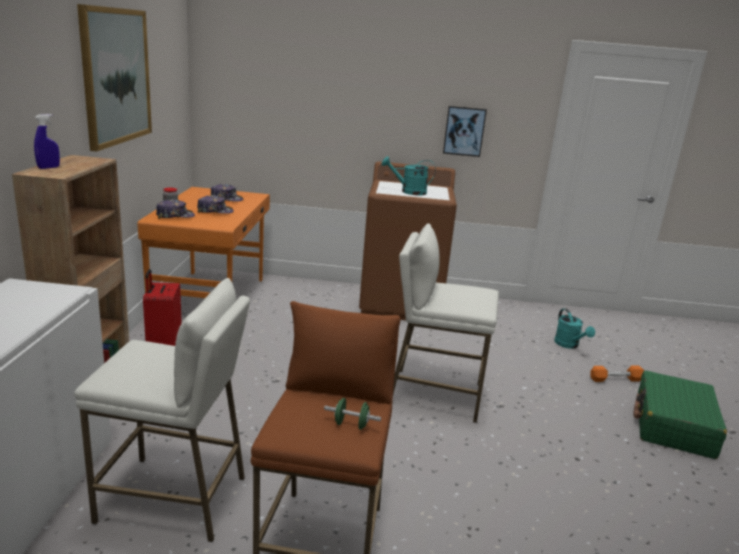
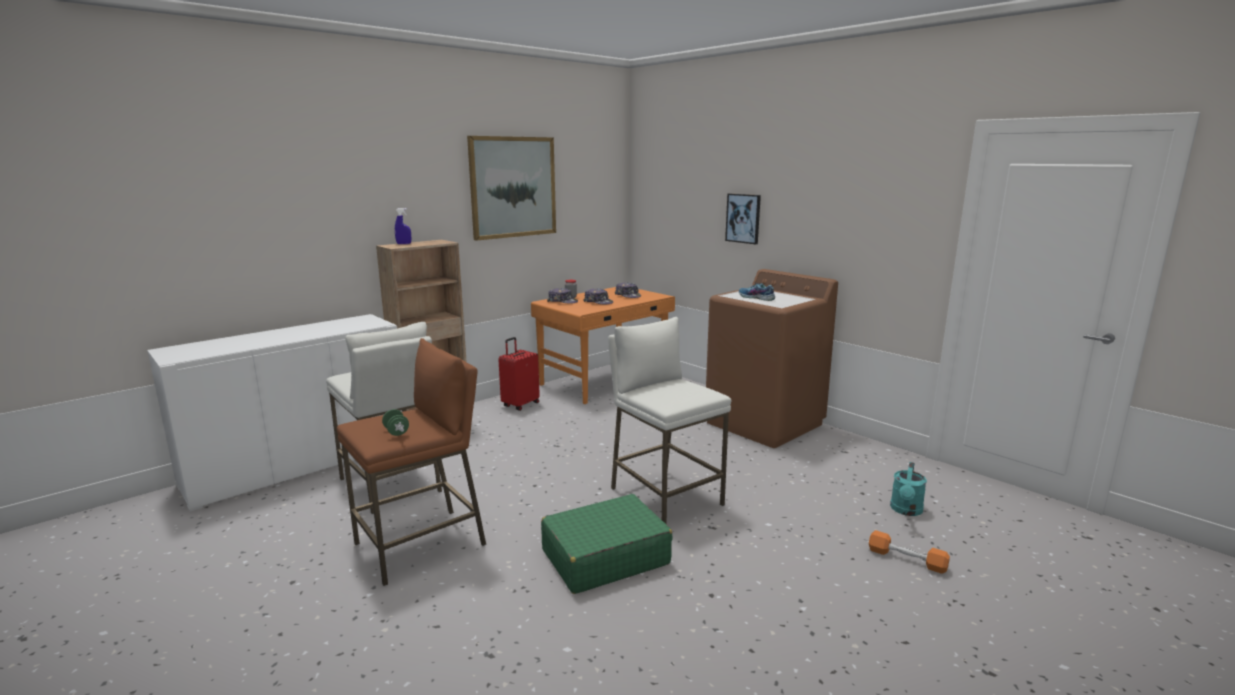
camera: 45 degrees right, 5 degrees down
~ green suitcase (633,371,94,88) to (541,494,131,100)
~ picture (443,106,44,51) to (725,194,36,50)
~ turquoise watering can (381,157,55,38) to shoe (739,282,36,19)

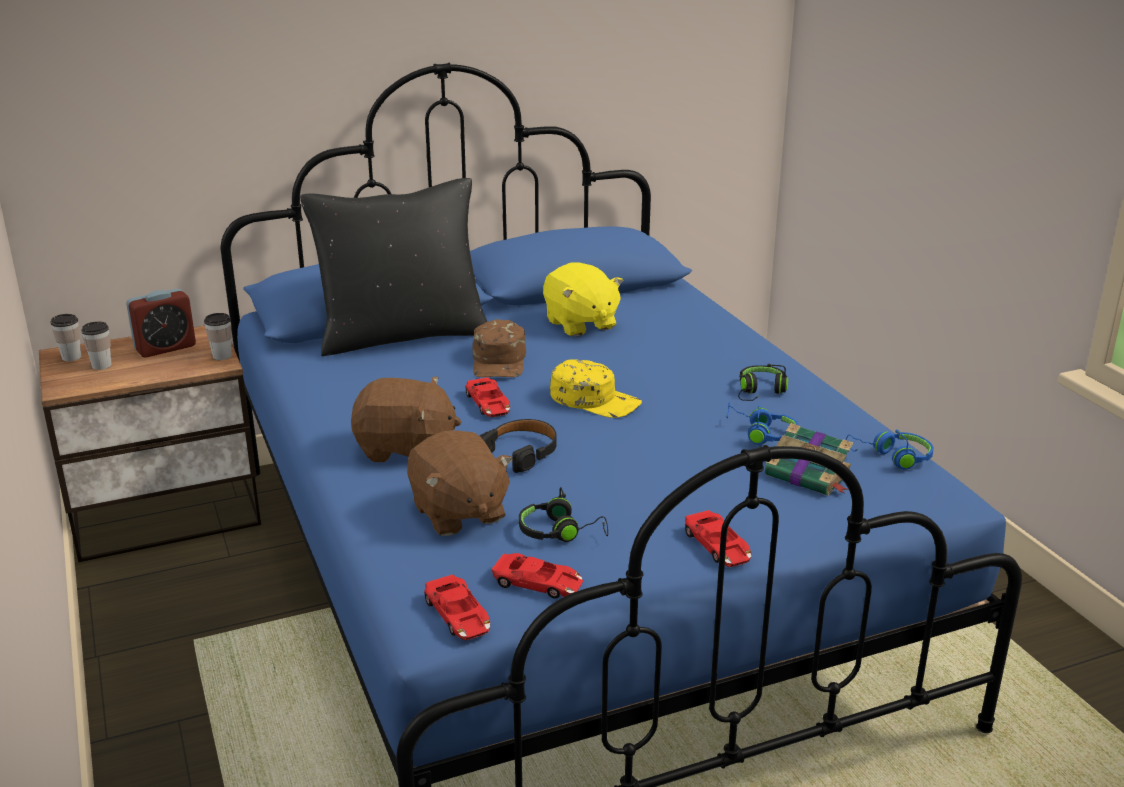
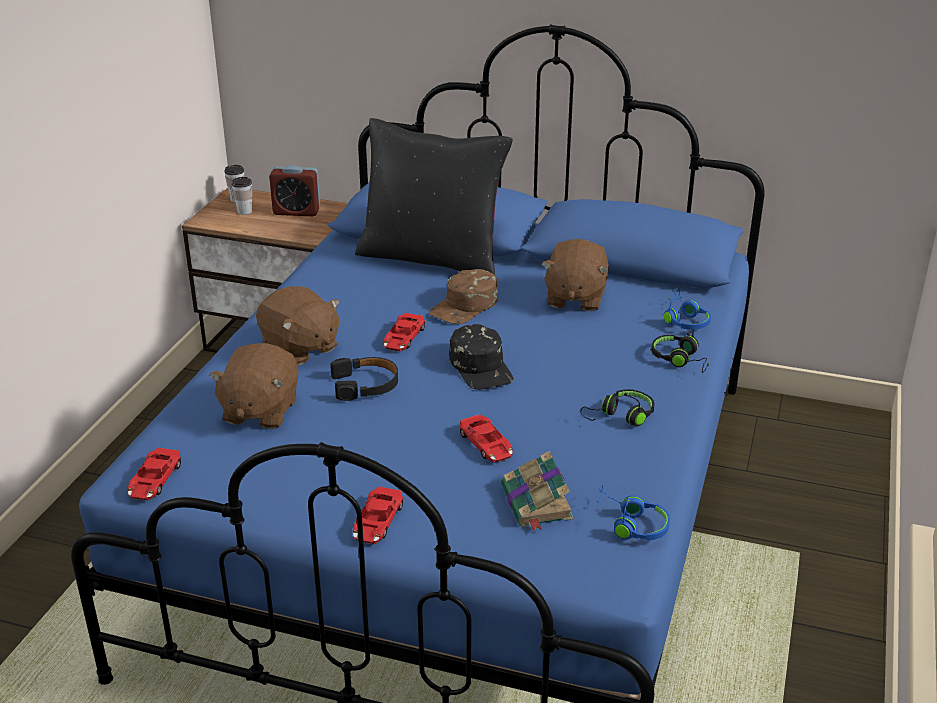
camera: 40 degrees right, 5 degrees up
~ yellow cap (550,359,92,59) to black cap (449,324,64,66)
~ red toy car (492,553,91,46) to (460,414,53,48)
~ yellow plush toy (543,262,80,75) to brown plush toy (542,239,67,72)
~ black headphones (519,487,89,55) to (651,329,58,44)
~ blue headphones (726,402,73,43) to (664,288,47,42)
- cup (204,313,28,47)

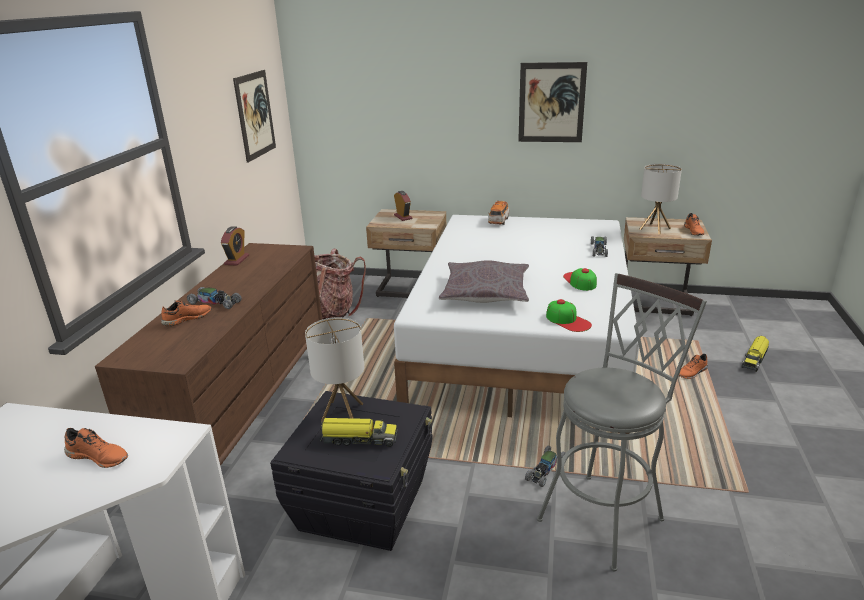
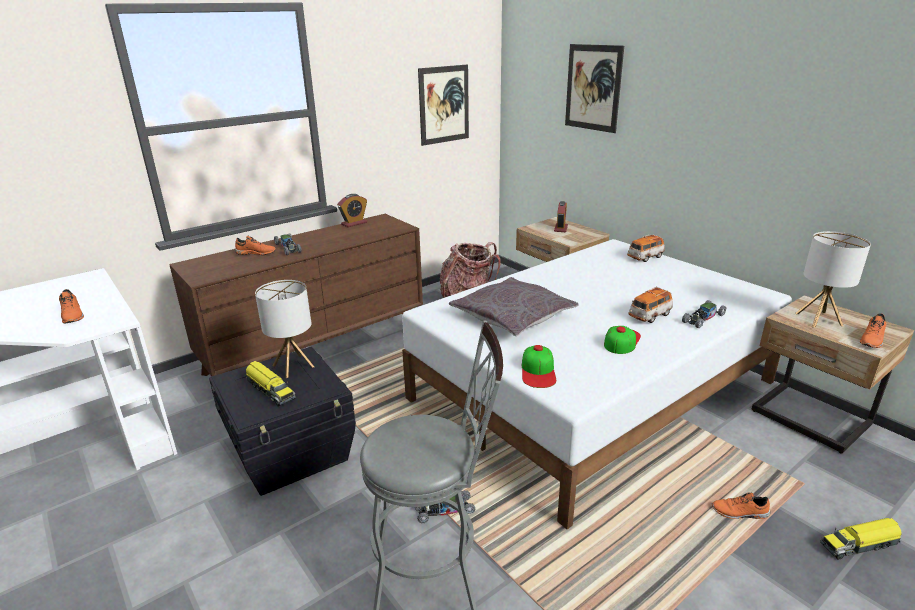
camera: 40 degrees right, 0 degrees up
~ picture (518,62,69,80) to (565,44,59,89)
+ toy car (628,286,45,37)

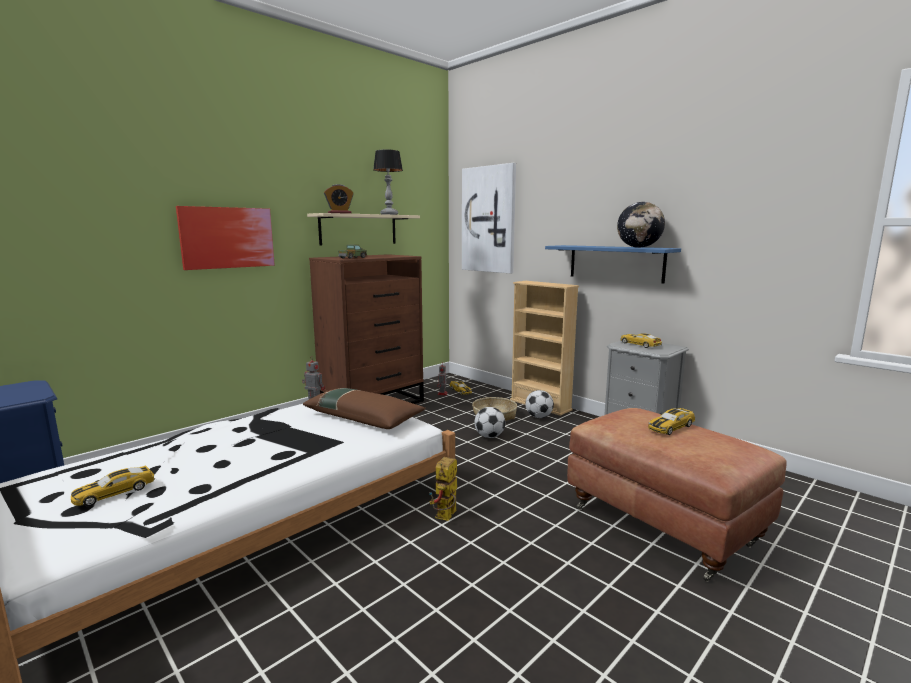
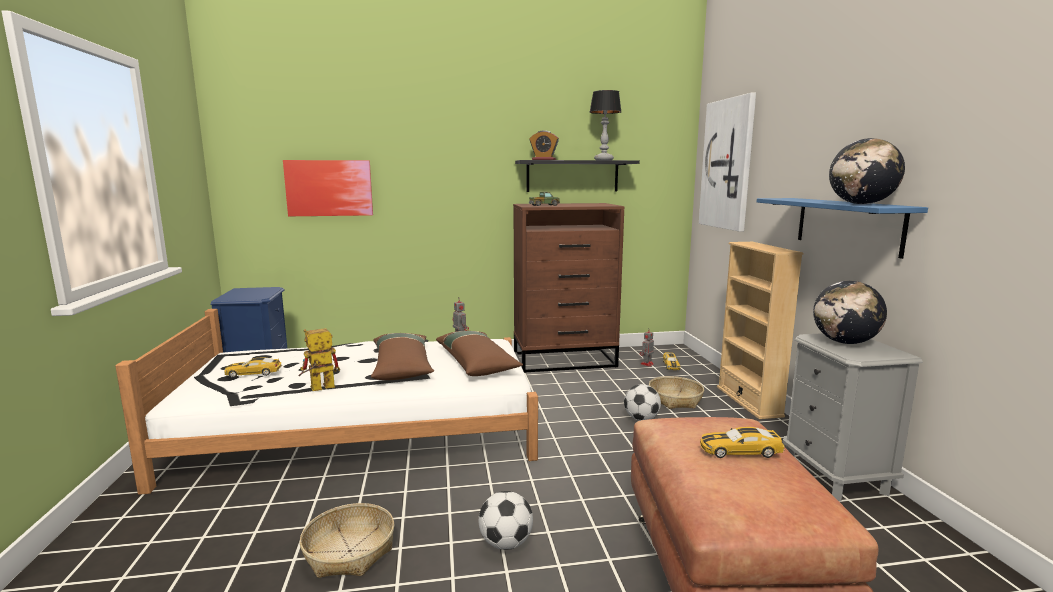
camera: 35 degrees right, 0 degrees up
~ picture (176,206,99,64) to (283,160,90,56)
~ toy robot (429,457,28,64) to (299,328,41,63)
+ basket (300,503,94,75)
+ brown pillow (371,333,63,47)
~ football (525,390,29,28) to (479,491,54,59)
~ beige shelf (307,213,113,32) to black shelf (515,160,125,32)
~ toy car (621,333,41,15) to globe (813,281,74,63)

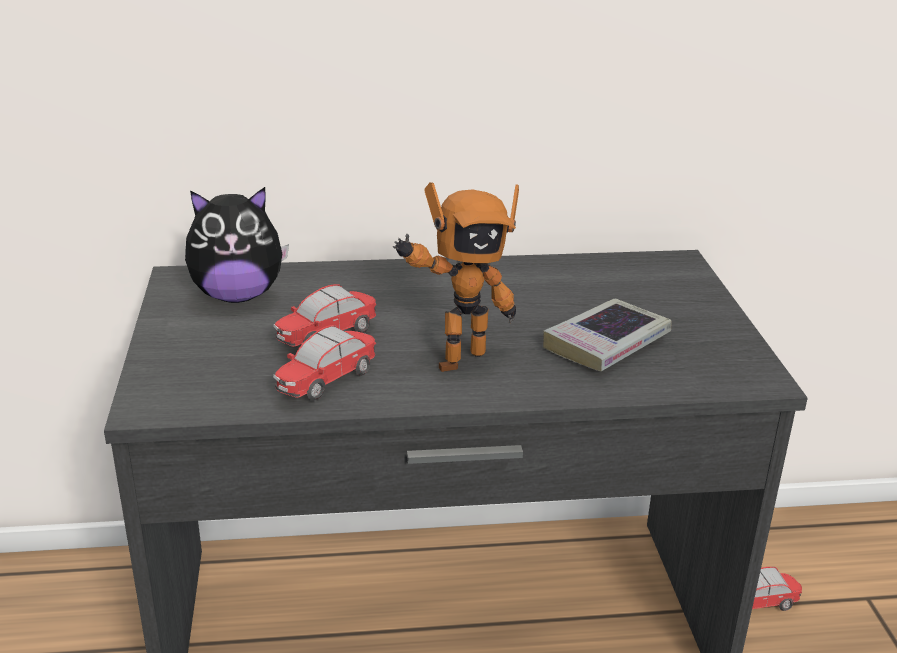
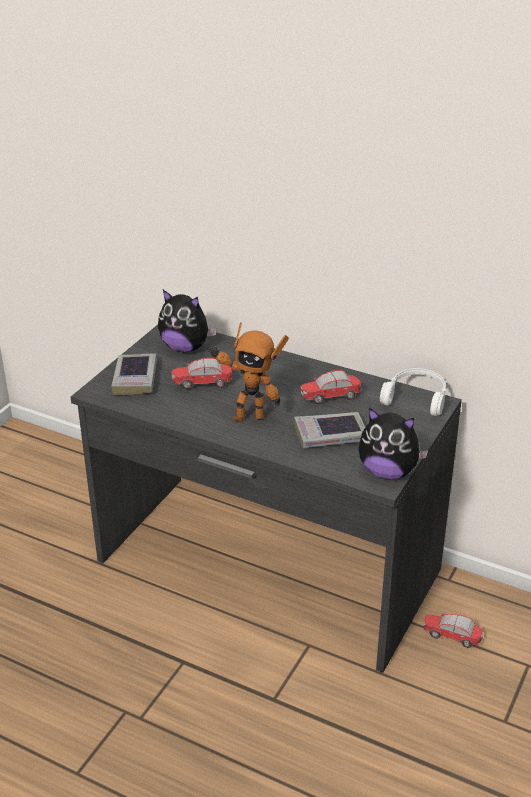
camera: 35 degrees right, 5 degrees up
+ book (111,353,46,42)
~ toy car (273,325,103,76) to (300,370,61,34)
+ plush toy (359,408,70,71)
+ white headphones (380,368,66,48)

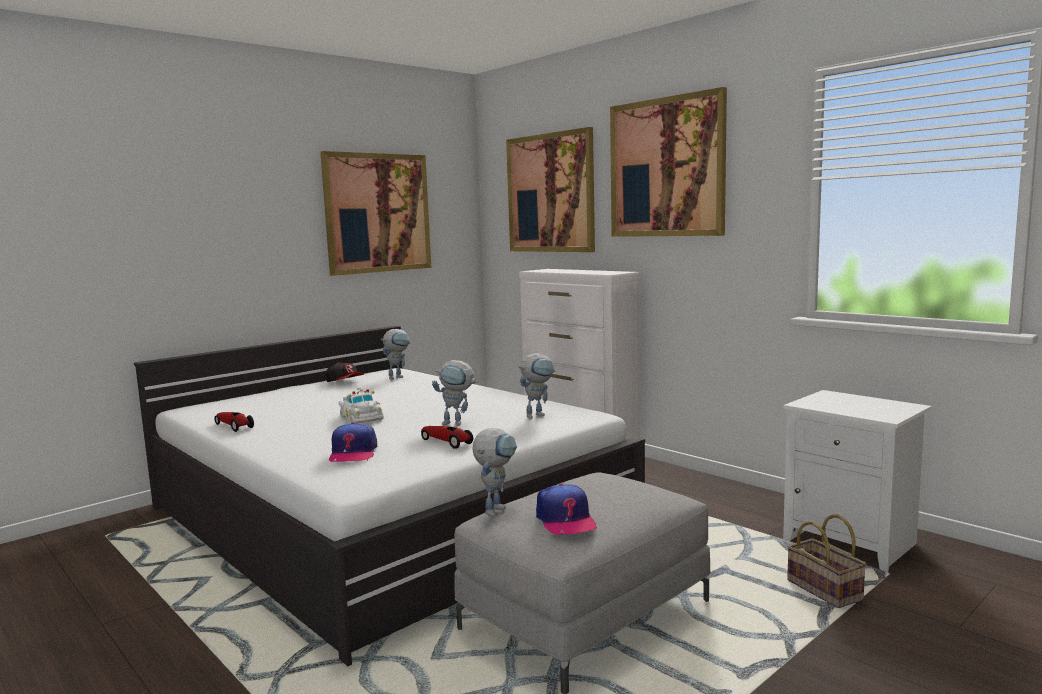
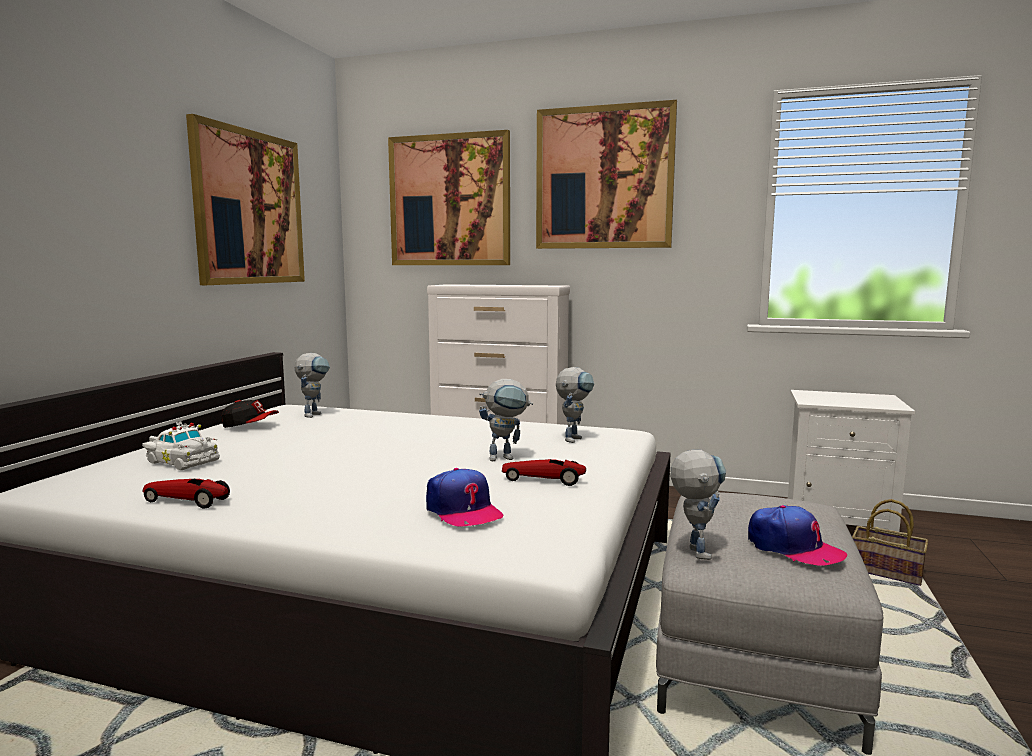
camera: 30 degrees left, 0 degrees up
~ white toy car (339,388,45,36) to (142,422,78,48)

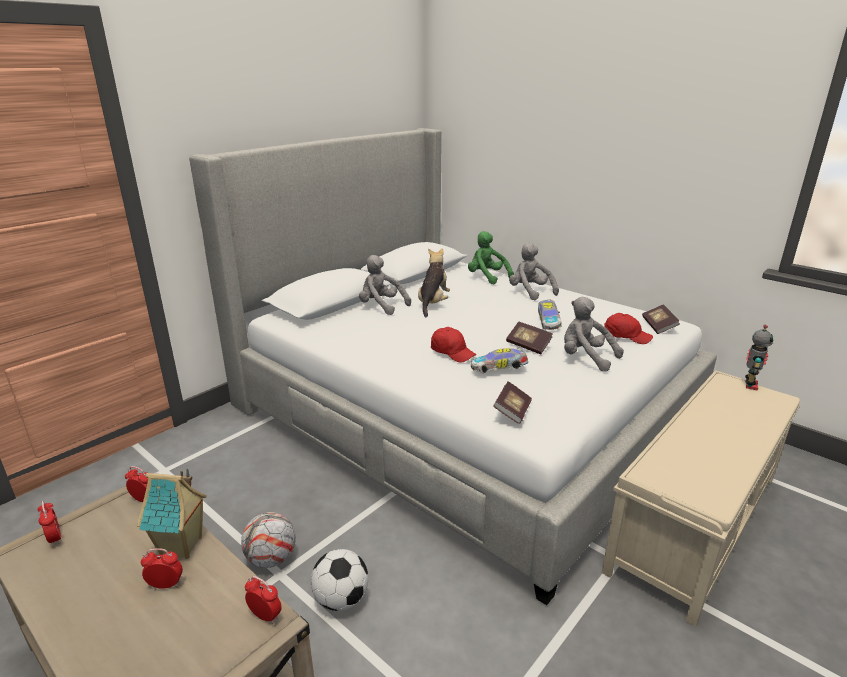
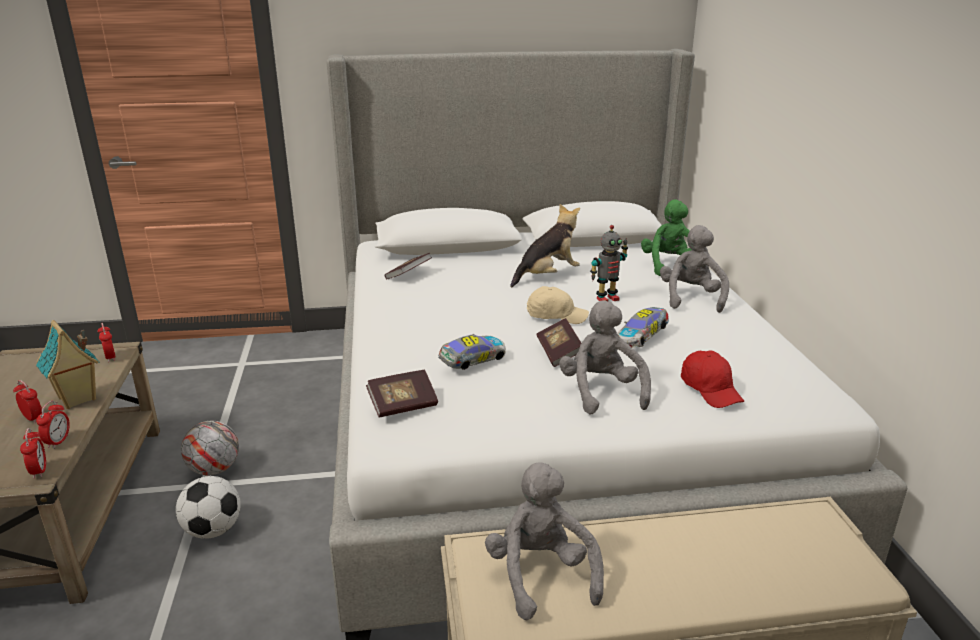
camera: 40 degrees right, 0 degrees up
~ alarm clock (37,500,24,47) to (36,401,34,48)
~ book (642,304,38,30) to (385,253,47,26)
~ toy car (471,348,57,25) = (438,334,68,36) 105 degrees clockwise
~ grey plush toy (359,255,52,60) to (485,462,119,158)
+ beige cap (527,286,62,38)
~ toy robot (745,325,29,66) to (590,225,38,77)
- red cap (431,327,45,36)

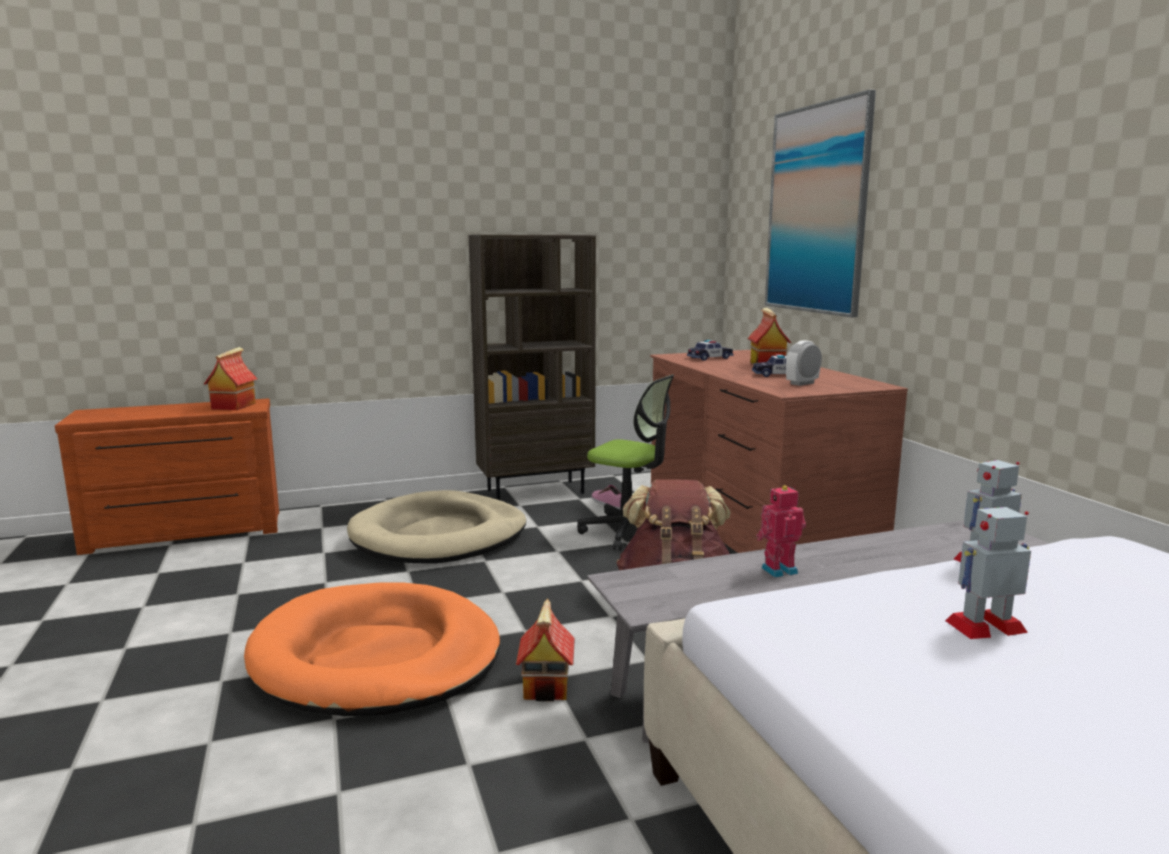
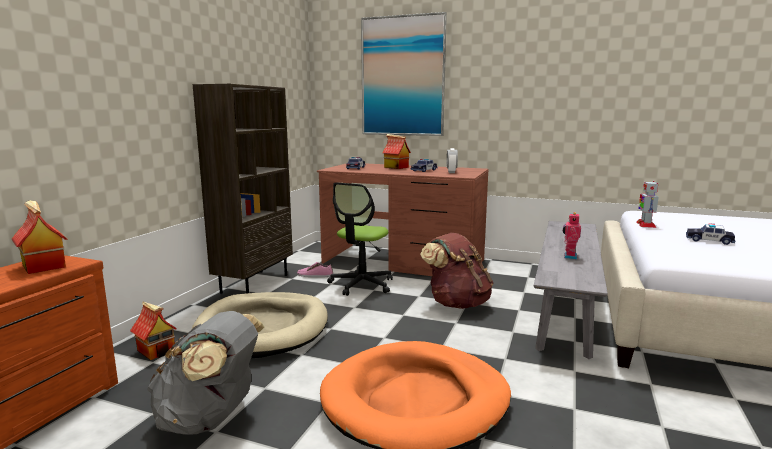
camera: 50 degrees left, 0 degrees up
~ toy house (516,598,59,103) to (130,302,47,58)
+ grey backpack (147,311,117,124)
~ office chair (577,375,97,175) = (327,182,66,114) 135 degrees clockwise
~ toy robot (945,507,86,132) to toy car (686,223,49,22)

